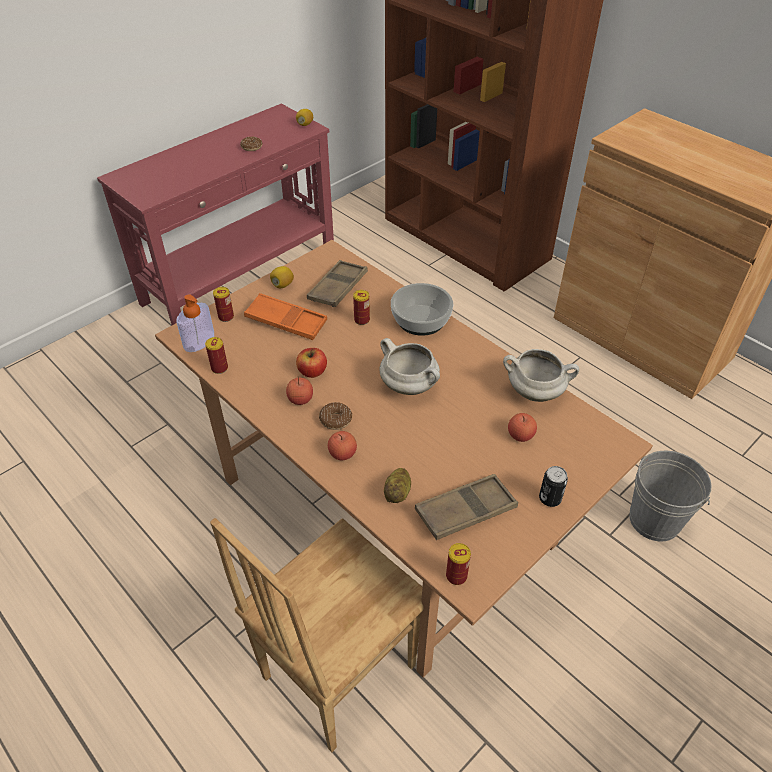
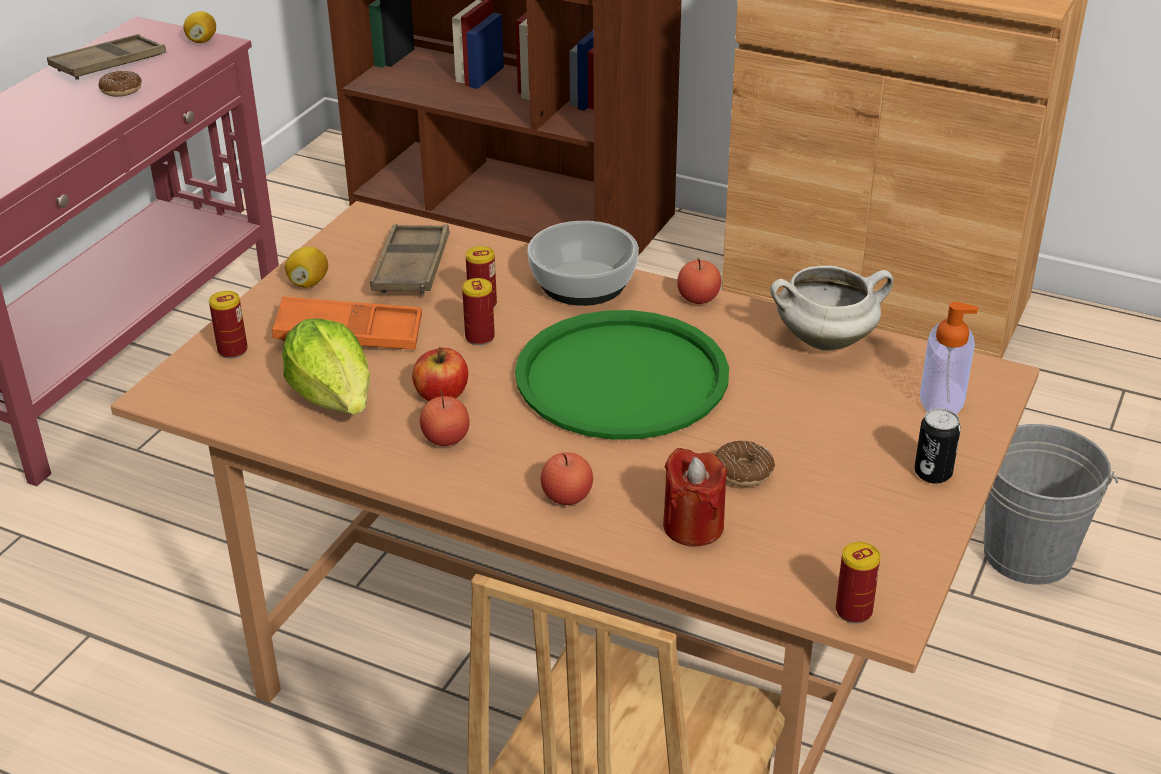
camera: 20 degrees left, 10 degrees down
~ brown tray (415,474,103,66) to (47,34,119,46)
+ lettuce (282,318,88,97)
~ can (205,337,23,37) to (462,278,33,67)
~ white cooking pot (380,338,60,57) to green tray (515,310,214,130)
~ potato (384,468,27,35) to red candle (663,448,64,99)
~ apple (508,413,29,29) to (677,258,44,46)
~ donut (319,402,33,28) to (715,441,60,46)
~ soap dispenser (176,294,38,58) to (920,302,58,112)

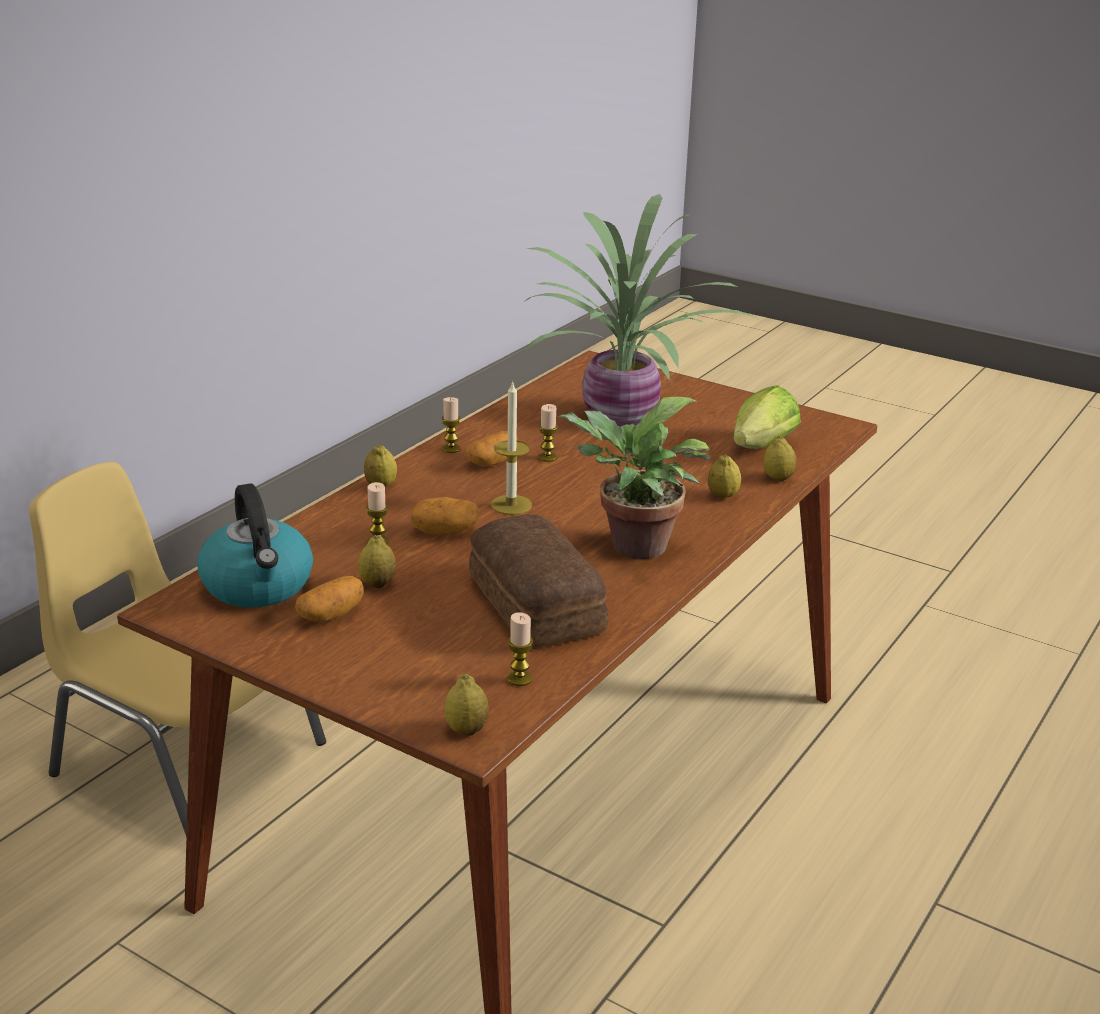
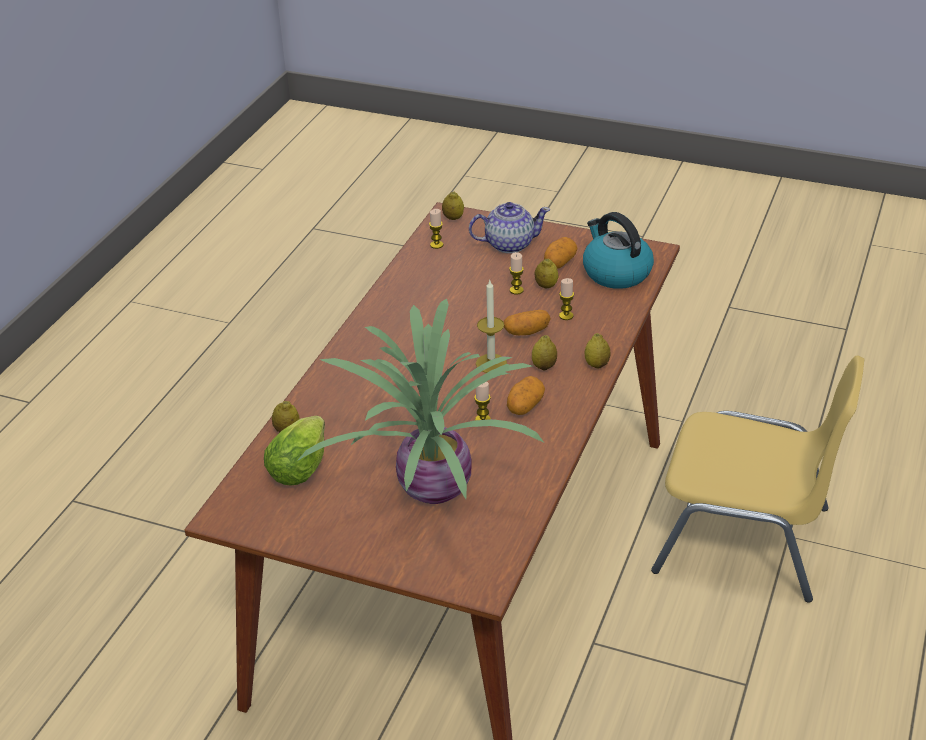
camera: 170 degrees right, 10 degrees up
+ teapot (469,202,82,51)
~ candle (442,397,19,56) to (509,252,15,43)
~ lemon (708,455,33,43) to (532,335,25,36)
- bread (469,514,139,135)
- potted plant (558,397,154,162)

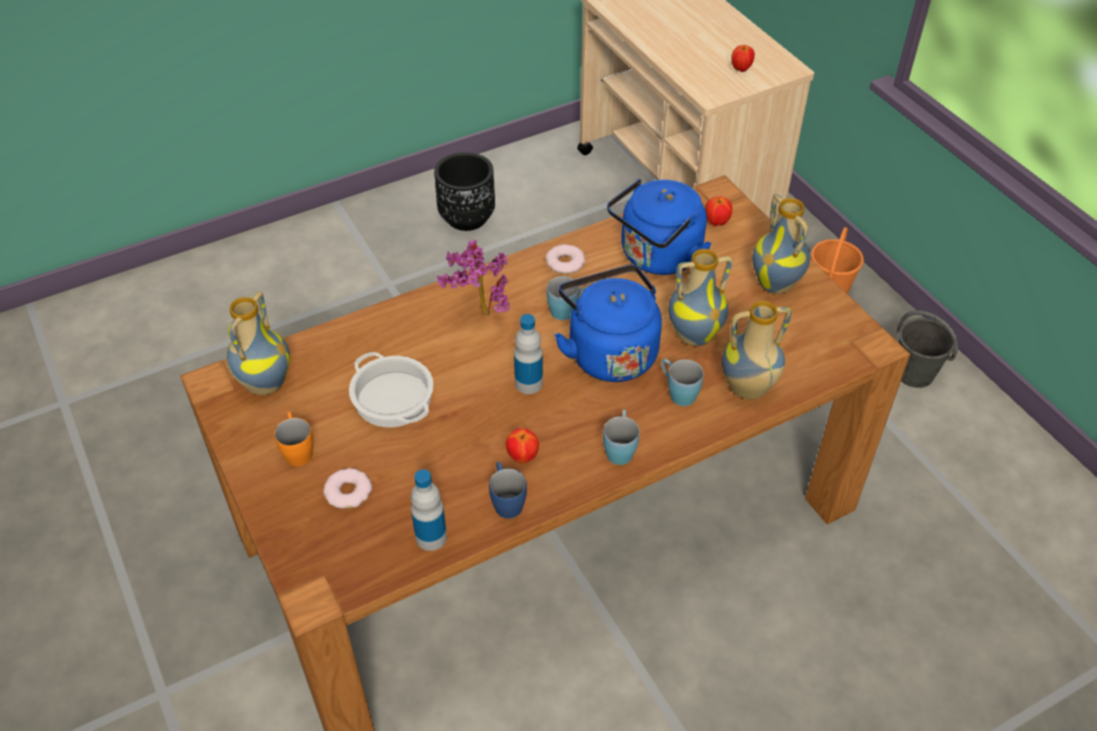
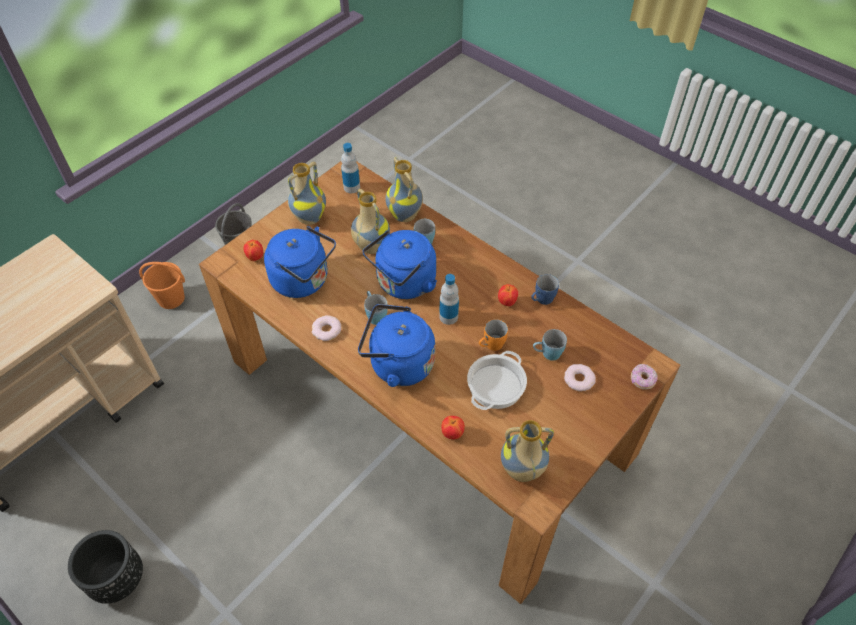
camera: 110 degrees left, 5 degrees up
~ bottle (411,469,36,82) to (341,143,19,50)
~ potted plant (437,240,73,75) to blue kettle (358,304,77,83)
~ apple (731,45,24,27) to (441,416,24,23)
~ orange mug (274,412,39,54) to (479,319,29,32)
~ blue mug (603,410,37,55) to (533,329,34,32)
+ donut (631,364,27,26)

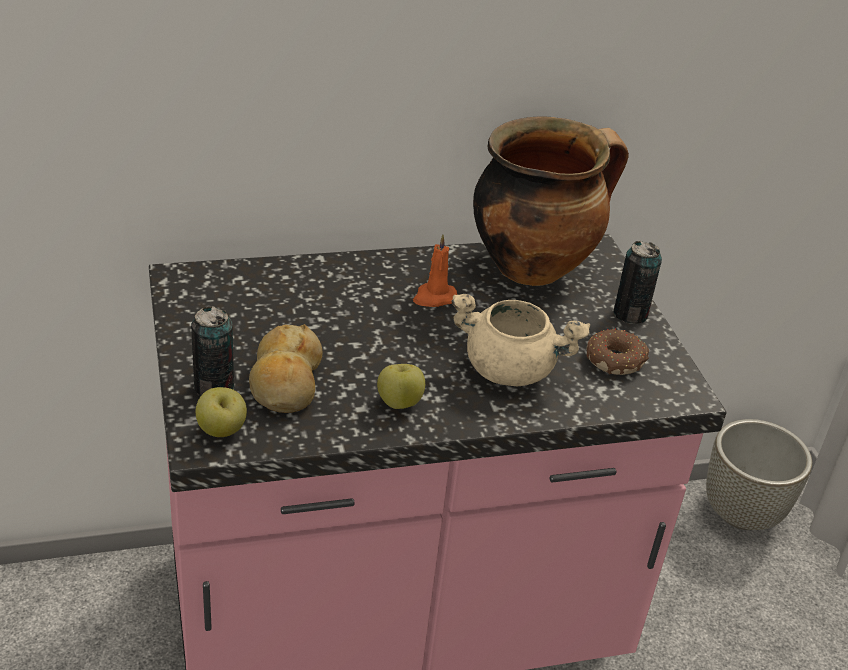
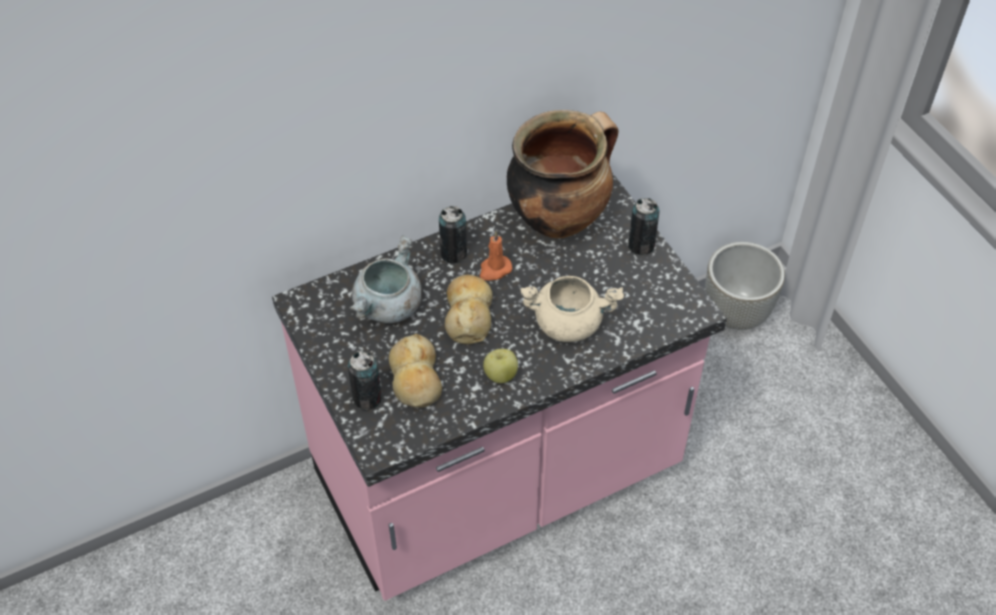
camera: 10 degrees left, 15 degrees up
+ grey cooking pot (350,235,72,88)
+ can (439,206,28,58)
+ bread (445,275,48,69)
- apple (196,387,51,50)
- donut (586,328,63,47)

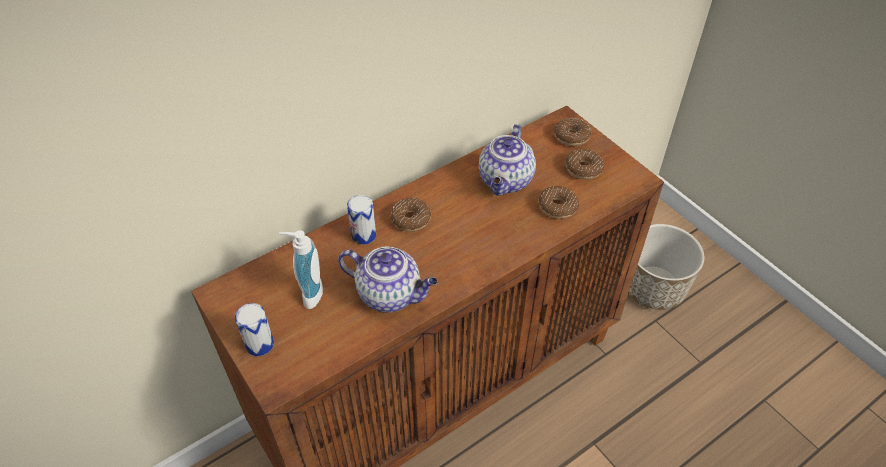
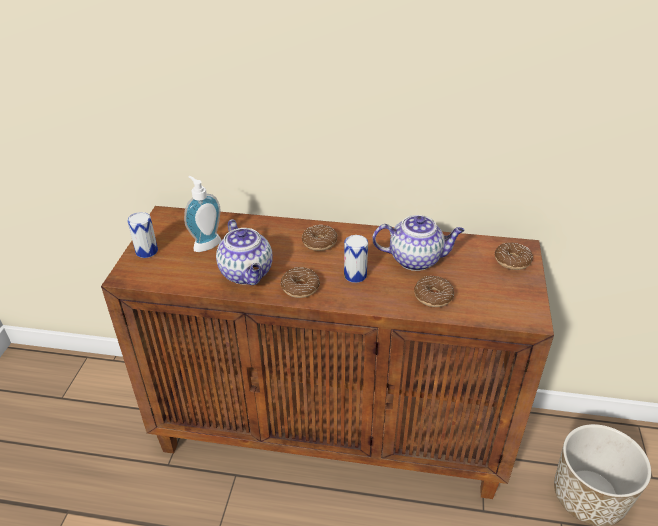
camera: 45 degrees right, 10 degrees down
~ donut (566,149,38,30) to (280,267,40,31)
~ can (347,195,29,50) to (344,235,24,48)
~ teapot (479,124,57,72) = (372,215,93,56) 150 degrees counterclockwise

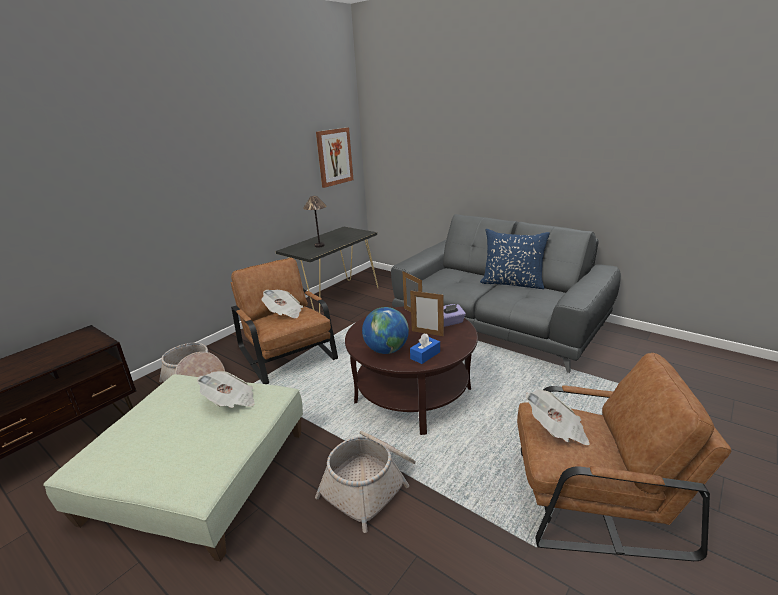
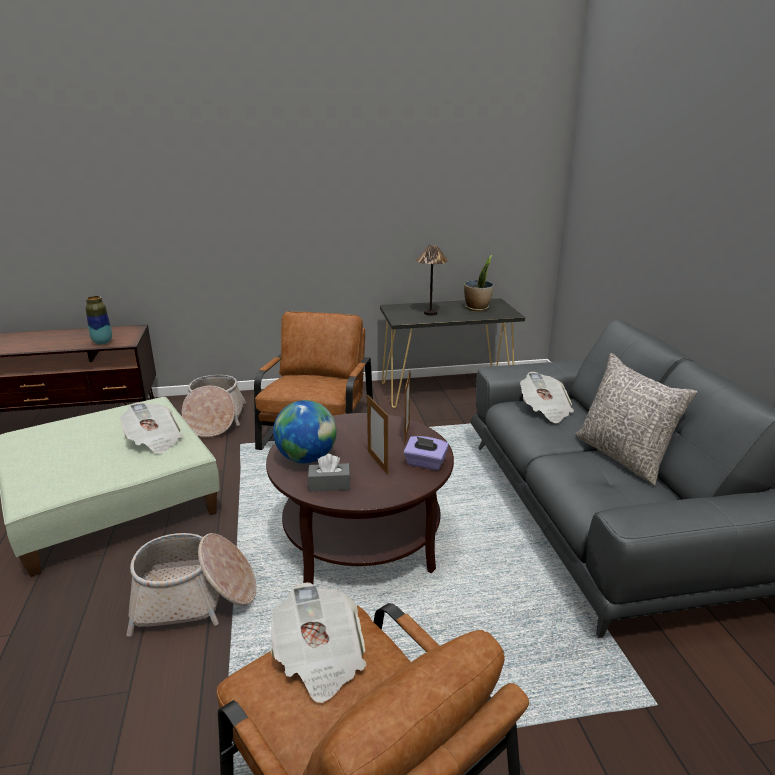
camera: 40 degrees right, 0 degrees up
+ vase (86,296,26,49)
~ blue tissue box (410,333,30,31) to grey tissue box (308,454,43,38)
+ potted plant (464,255,30,56)
~ newspaper (262,290,41,28) to (520,372,54,51)
~ blue pillow (480,229,70,60) to grey pillow (575,353,123,133)
- picture (316,127,37,61)

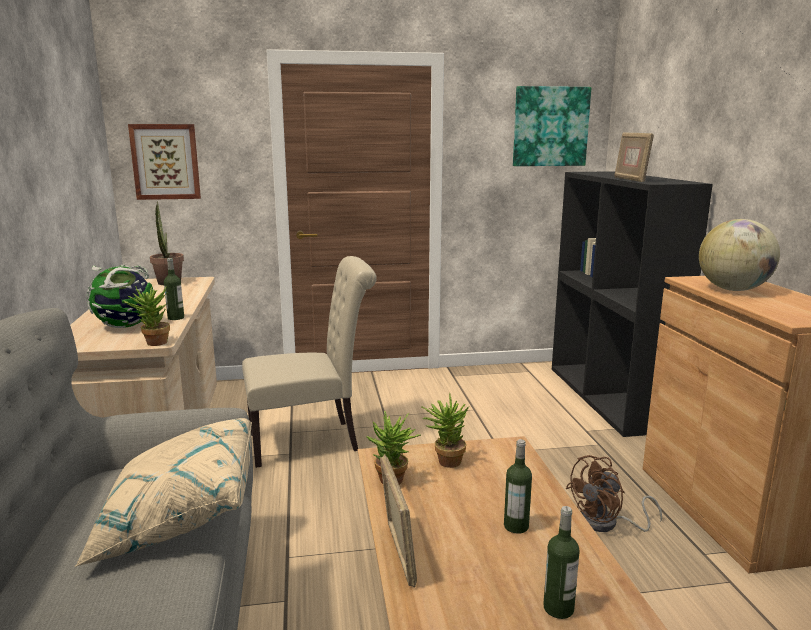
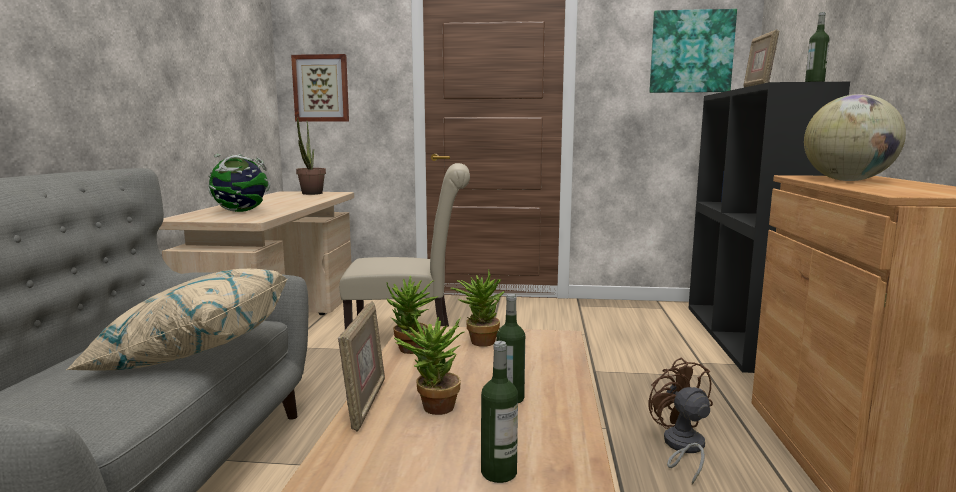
camera: 15 degrees right, 5 degrees down
~ potted plant (124,286,46,60) to (394,314,70,101)
~ brown fan (566,455,96,77) = (648,357,65,128) 90 degrees clockwise
~ bottle (164,258,20,62) to (805,12,24,70)

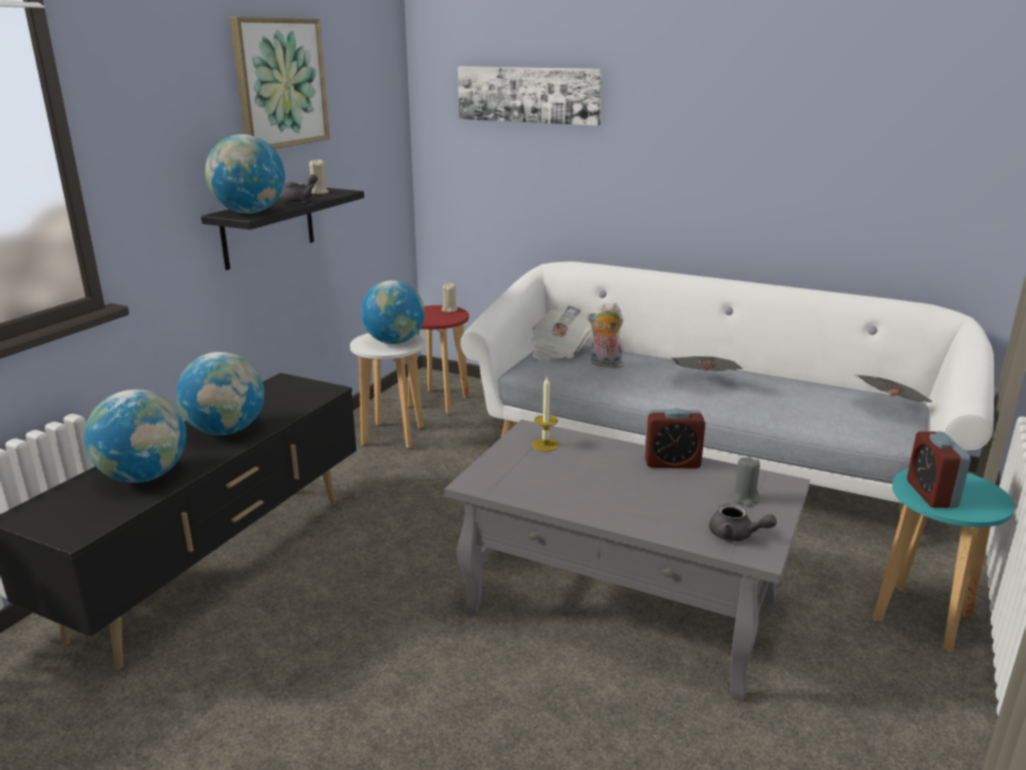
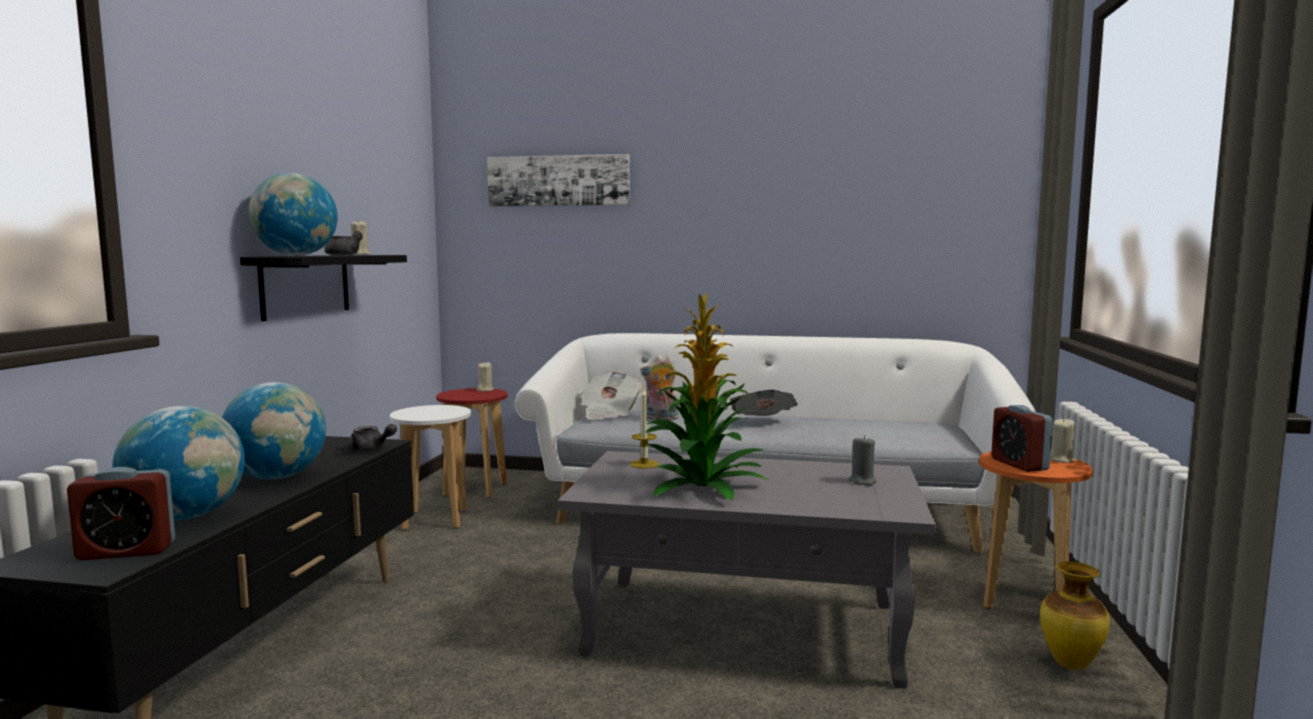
camera: 15 degrees left, 15 degrees down
~ alarm clock (644,408,62,61) to (67,467,108,93)
~ grey teapot (709,504,68,37) to (348,424,49,28)
+ potted plant (645,293,124,207)
~ turquoise stool (873,469,142,183) to orange stool (979,451,114,158)
+ vase (1040,561,70,109)
+ beige candle (1050,418,25,45)
- picture (230,17,100,132)
- globe (361,280,64,64)
- newspaper (856,375,76,28)

